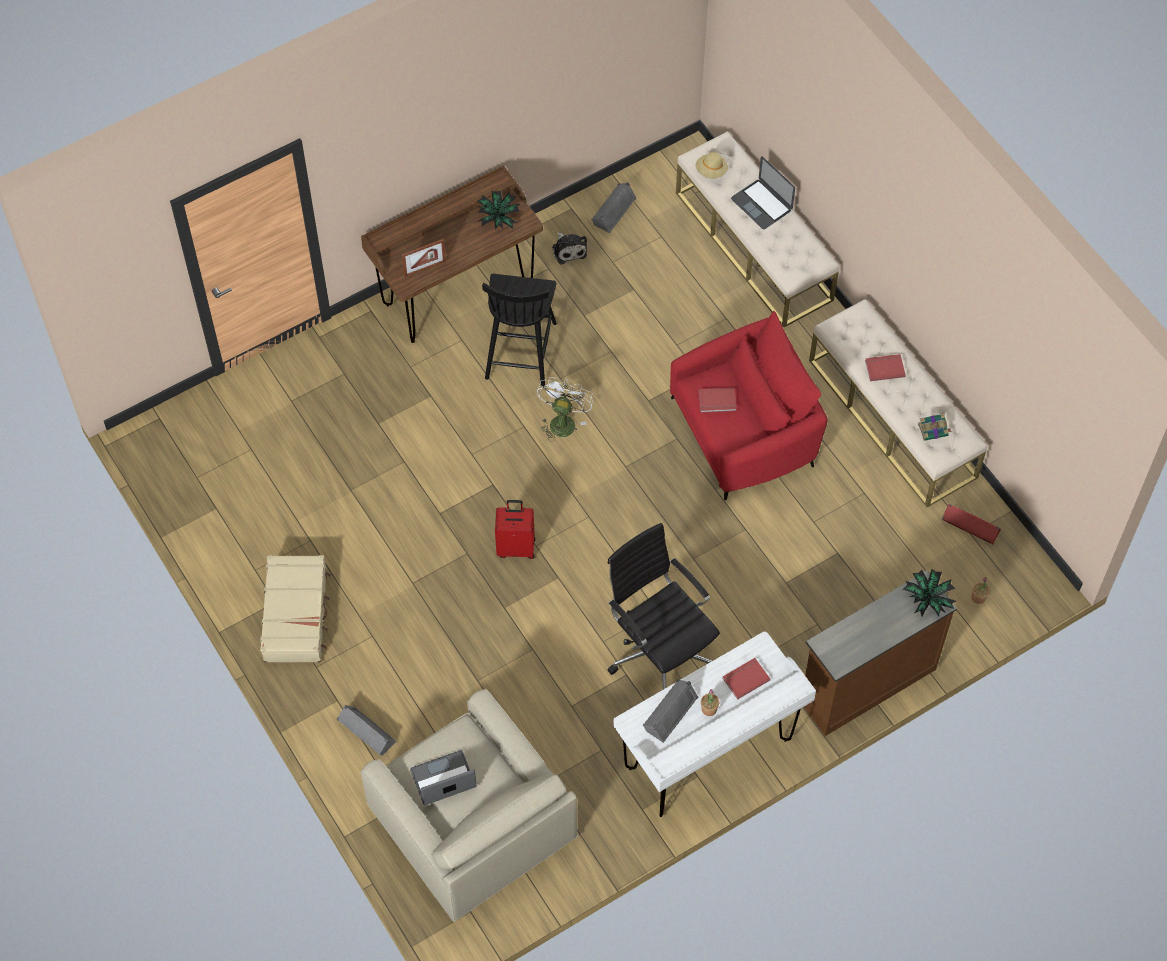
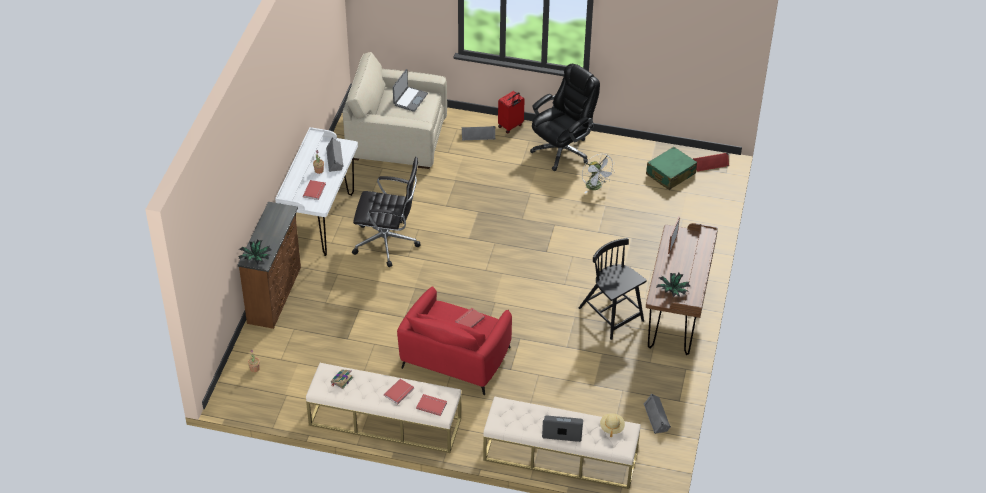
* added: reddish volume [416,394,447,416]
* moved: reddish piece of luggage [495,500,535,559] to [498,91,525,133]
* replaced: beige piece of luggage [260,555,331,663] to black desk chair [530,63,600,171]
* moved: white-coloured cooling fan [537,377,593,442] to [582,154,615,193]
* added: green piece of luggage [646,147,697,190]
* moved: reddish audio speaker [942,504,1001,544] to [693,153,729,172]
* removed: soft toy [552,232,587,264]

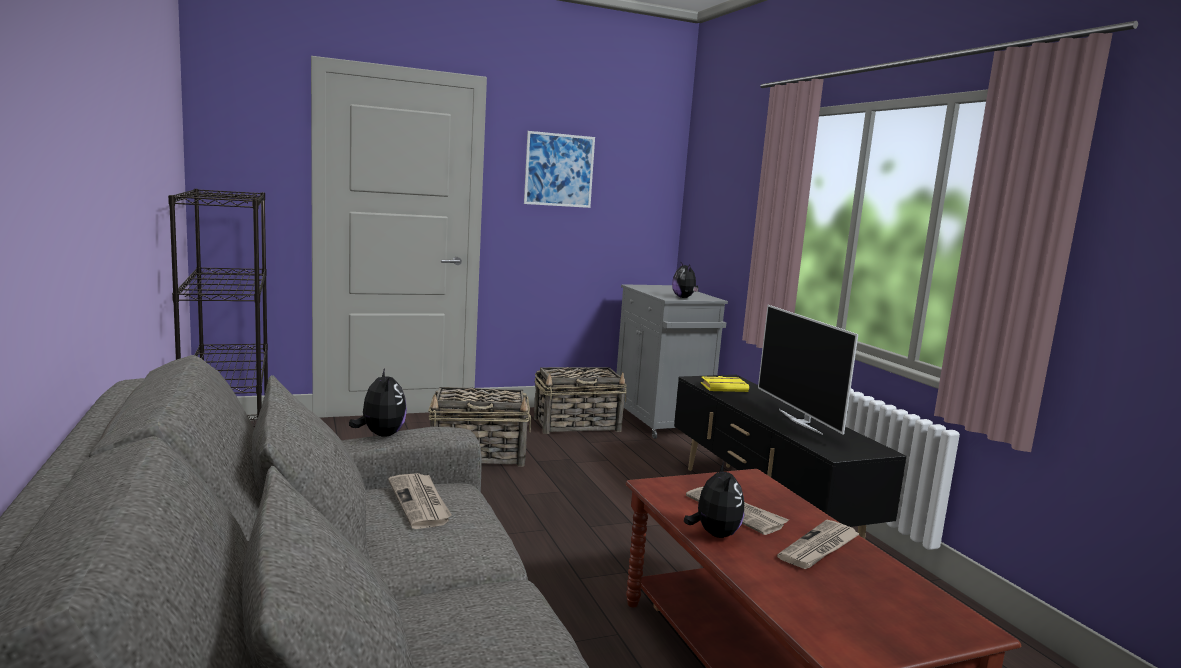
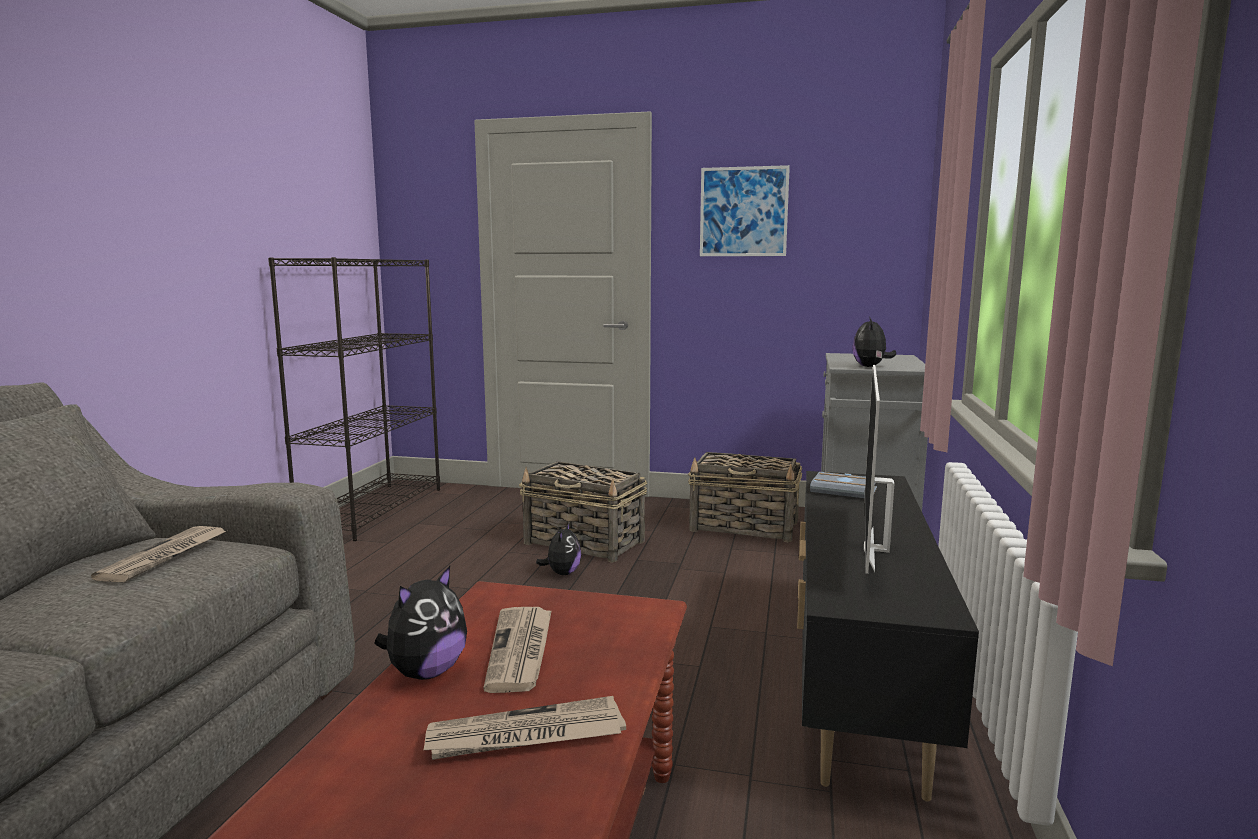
* moved: soft toy [349,368,407,437] to [536,522,581,575]
* recoloured: yellow-coloured volume [701,376,749,392] to gray volume [810,472,877,498]

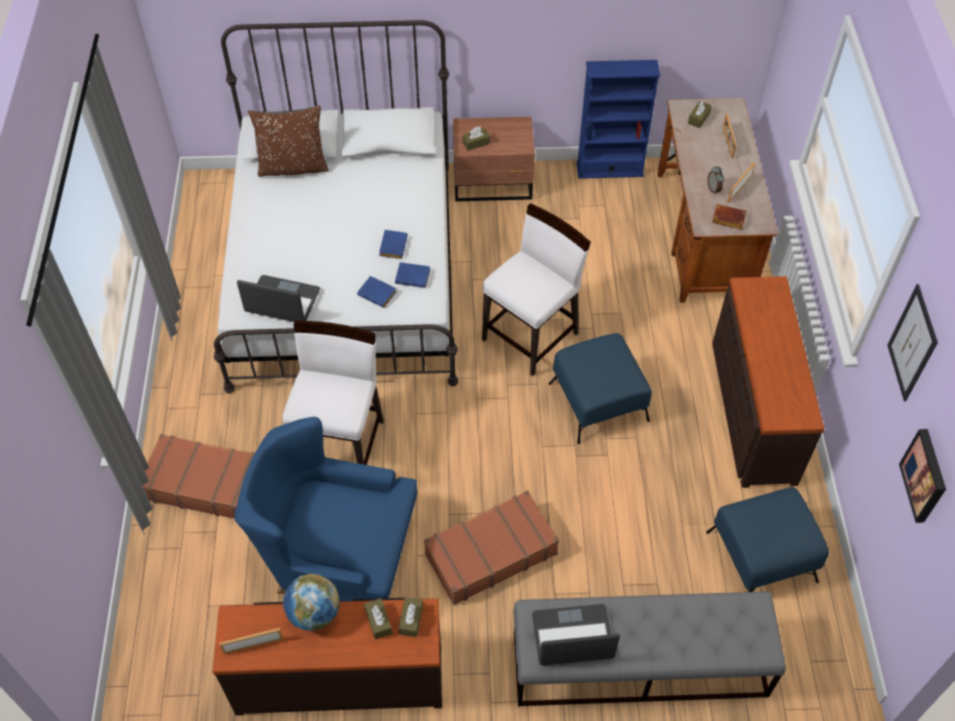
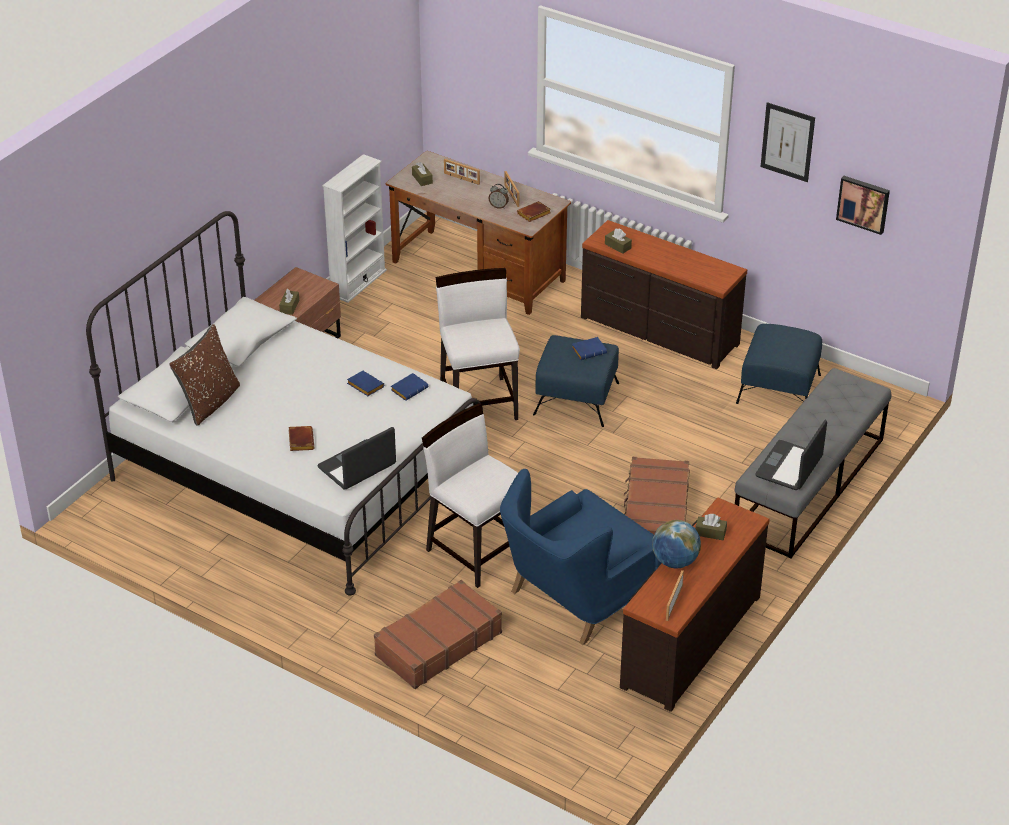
* added: brown-coloured volume [289,426,314,451]
* recoloured: bluish bookcase [576,60,660,179] to white-coloured bookcase [322,154,387,303]
* moved: bluish volume [357,276,397,308] to [572,337,607,360]
* moved: brown-coloured tissue holder [398,597,423,637] to [605,229,632,254]

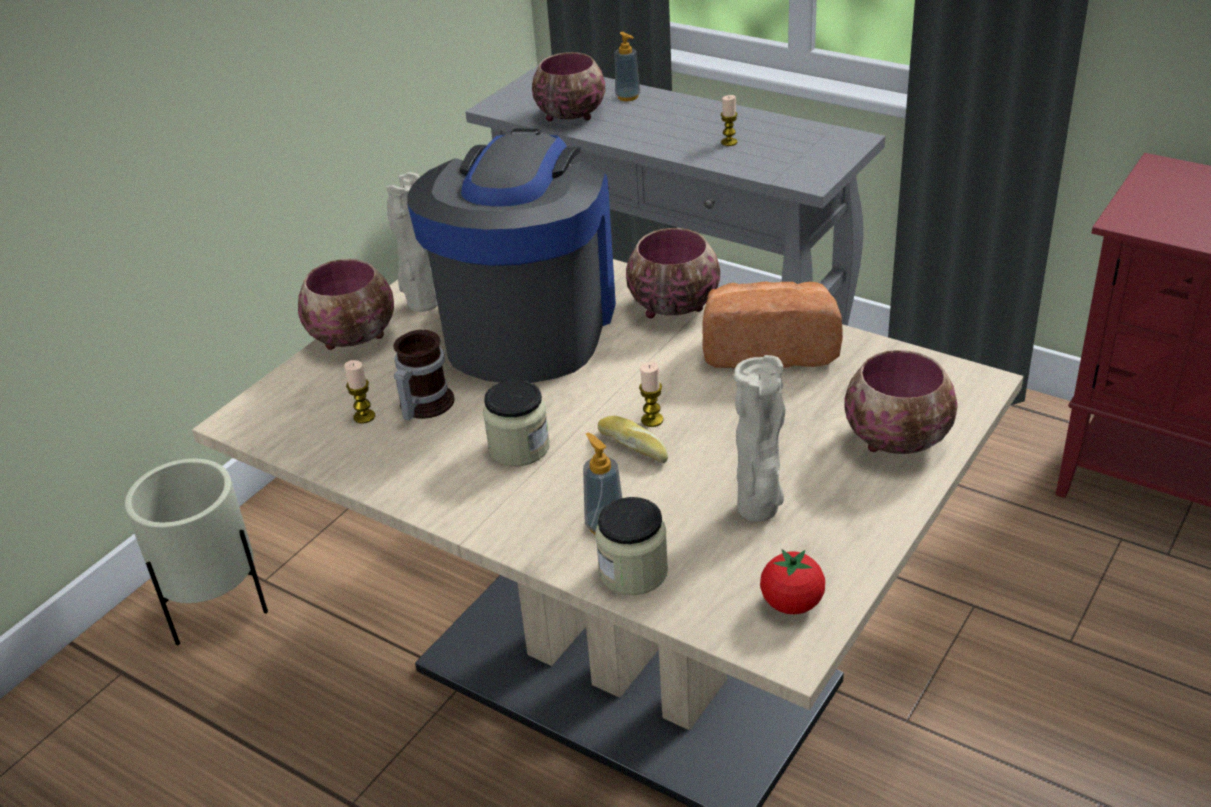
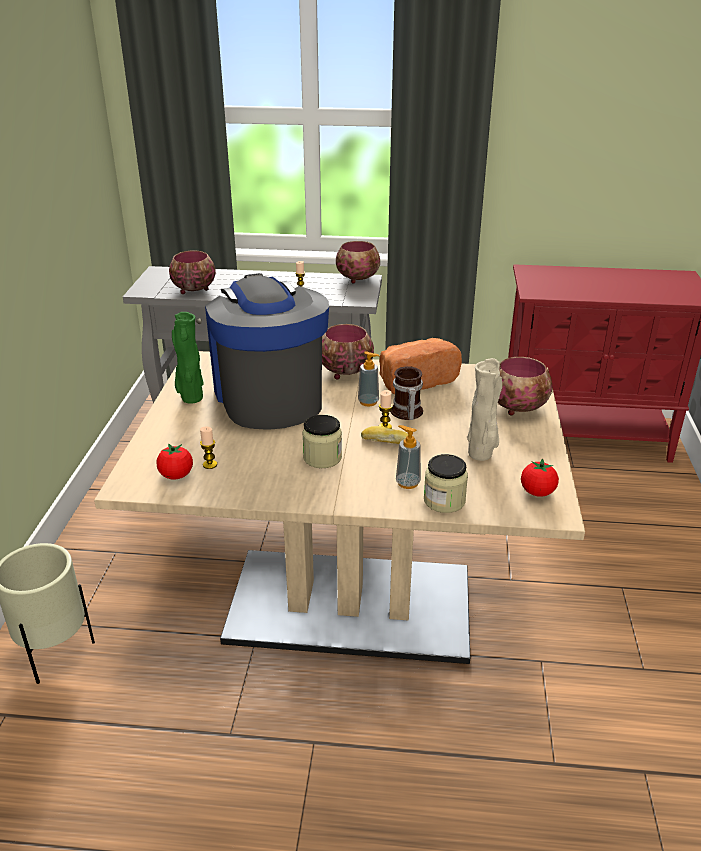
* added: fresh tomato [156,443,193,480]
* recoloured: beige flower vase [386,172,438,312] to green flower vase [172,312,204,404]
* moved: bowl [298,259,394,350] to [336,241,380,284]
* moved: soap bottle [615,32,640,101] to [358,351,380,407]
* moved: mug [393,330,455,420] to [390,366,423,420]

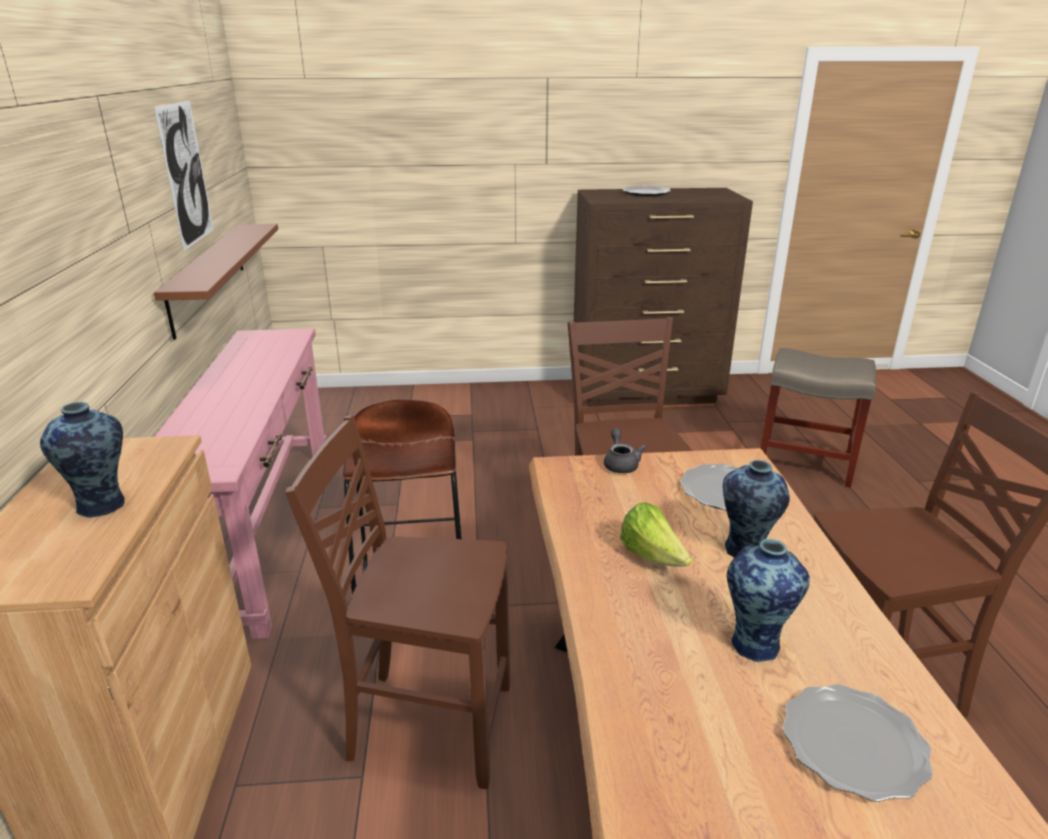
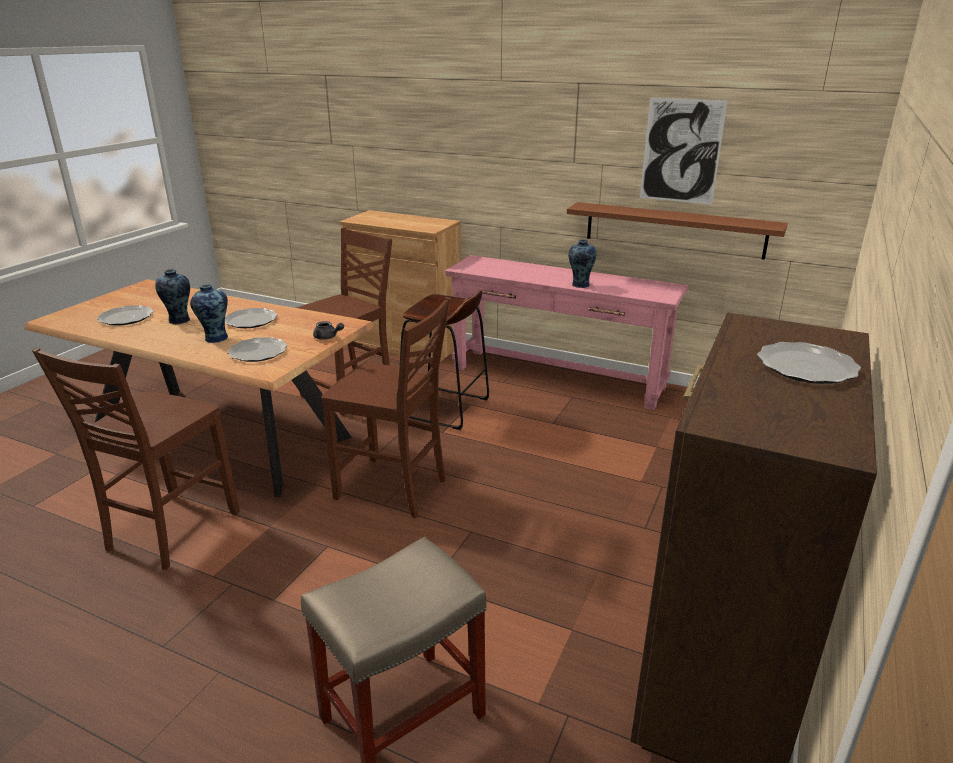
* replaced: head of lettuce [620,502,692,567] to flat dish [225,308,278,328]
* moved: flower vase [40,402,125,518] to [568,239,596,288]

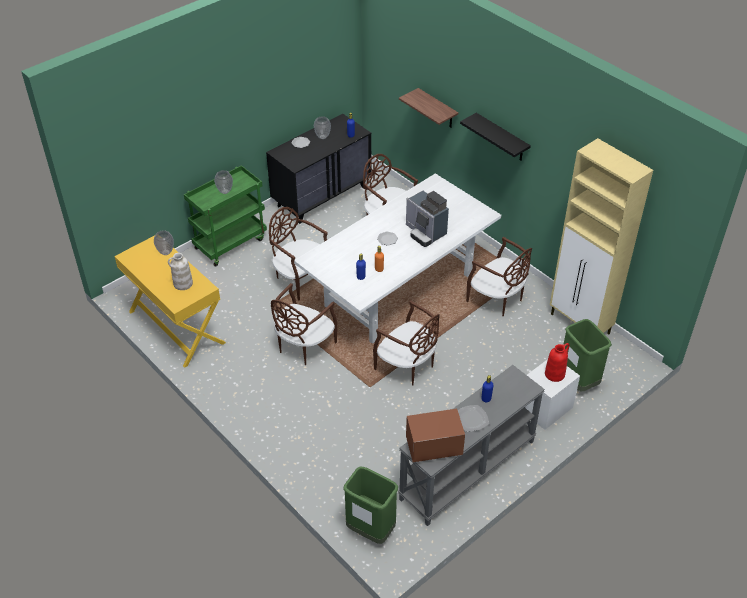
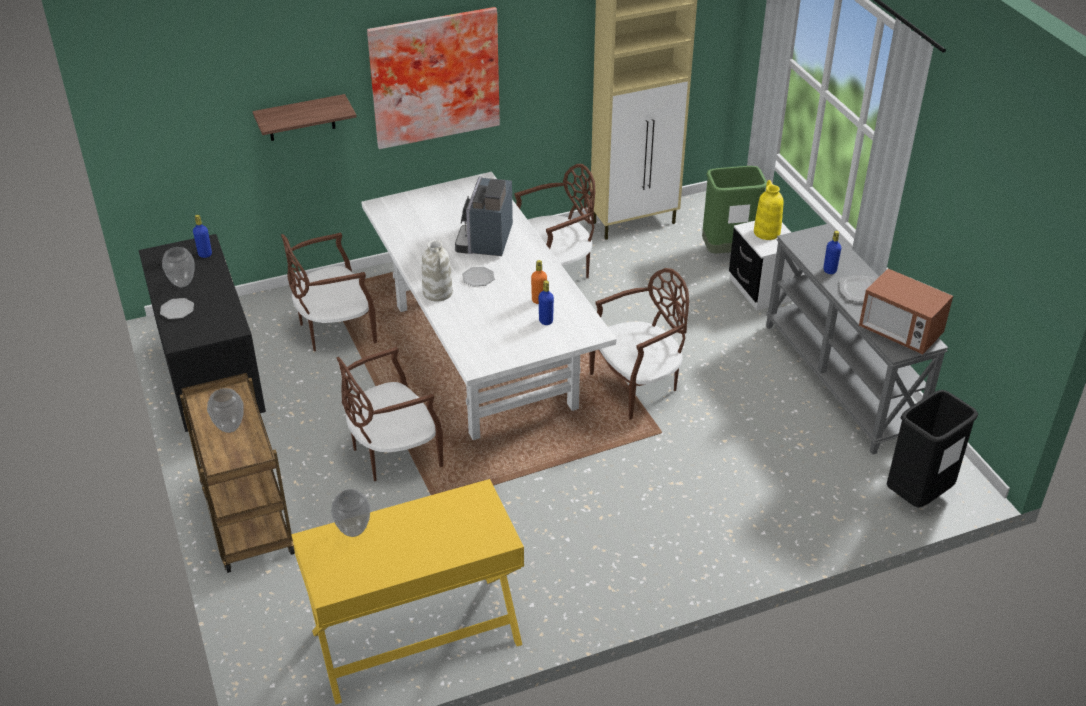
* recoloured: green trolley [184,165,267,267] to brown-coloured trolley [180,373,295,573]
* replaced: black wall shelf [460,113,531,161] to wall art [367,7,500,149]
* moved: white-coloured flower vase [168,253,193,290] to [422,240,453,301]
* turned: coffee machine [406,191,449,247] = [455,176,513,256] 120 degrees clockwise
* recoloured: reddish flower vase [545,343,570,382] to yellow-coloured flower vase [754,180,783,240]
* turned: microwave oven [406,409,465,462] = [859,268,953,354] 60 degrees counterclockwise
* recoloured: green waste bin [343,466,398,544] to black waste bin [887,390,978,508]
* removed: brown-coloured upright chair [271,283,337,365]

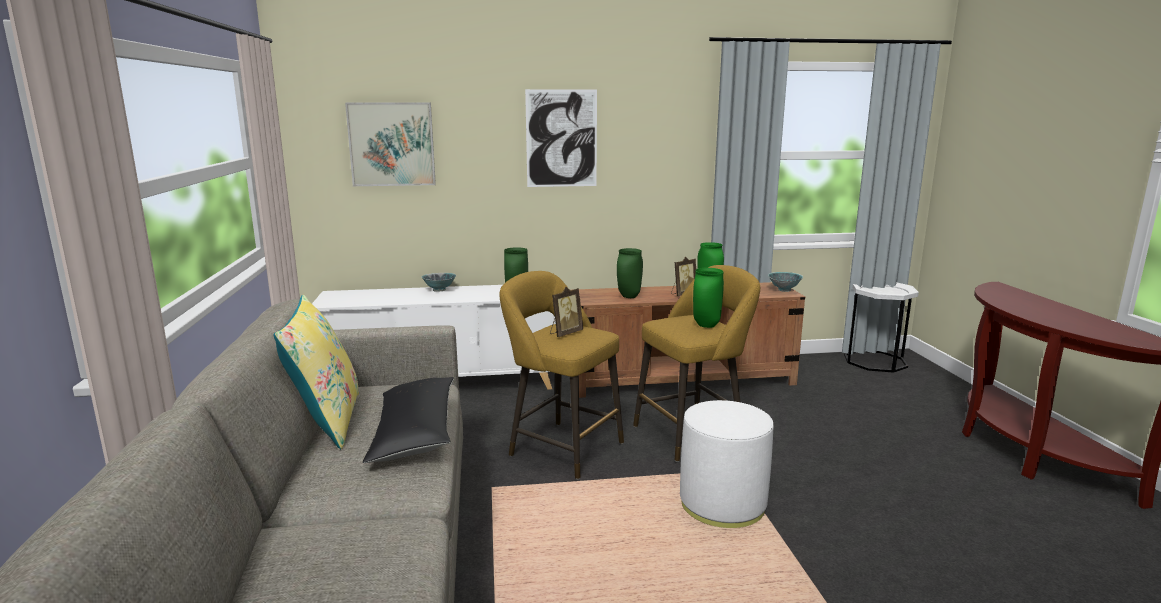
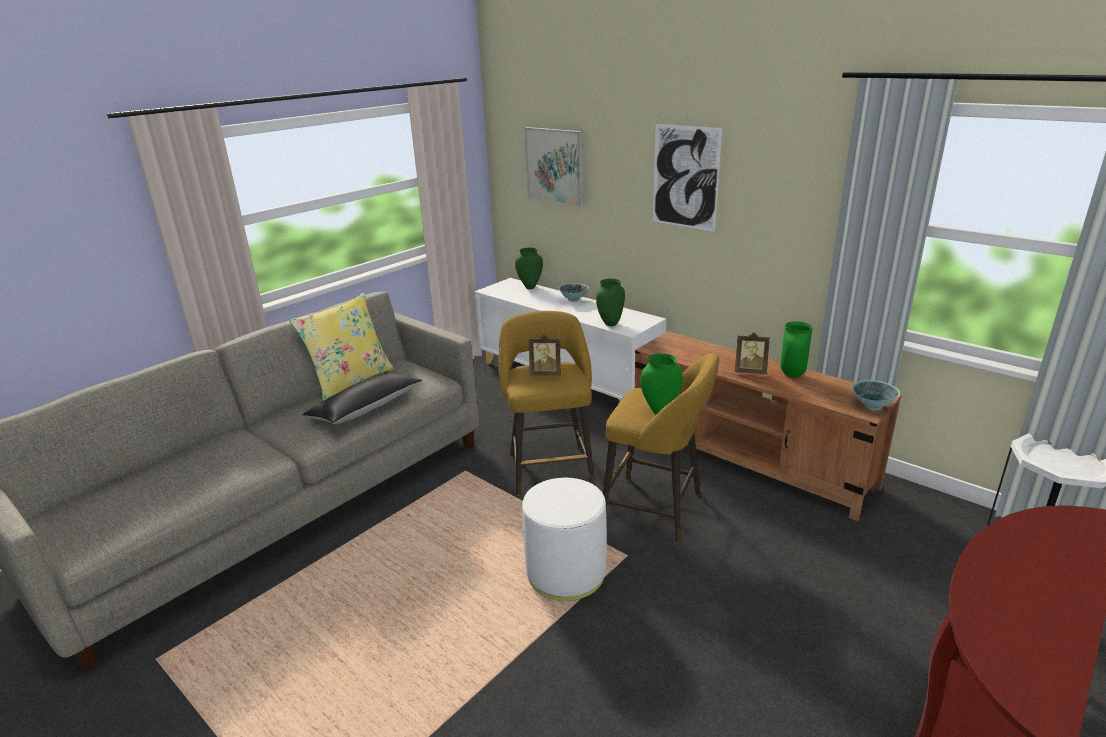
* moved: green flower vase [617,248,643,298] to [515,248,543,289]

